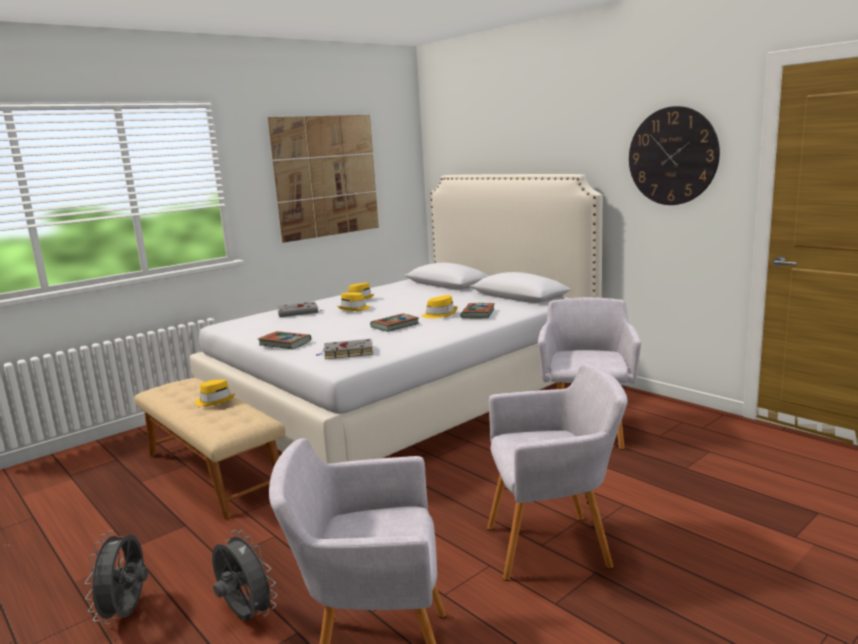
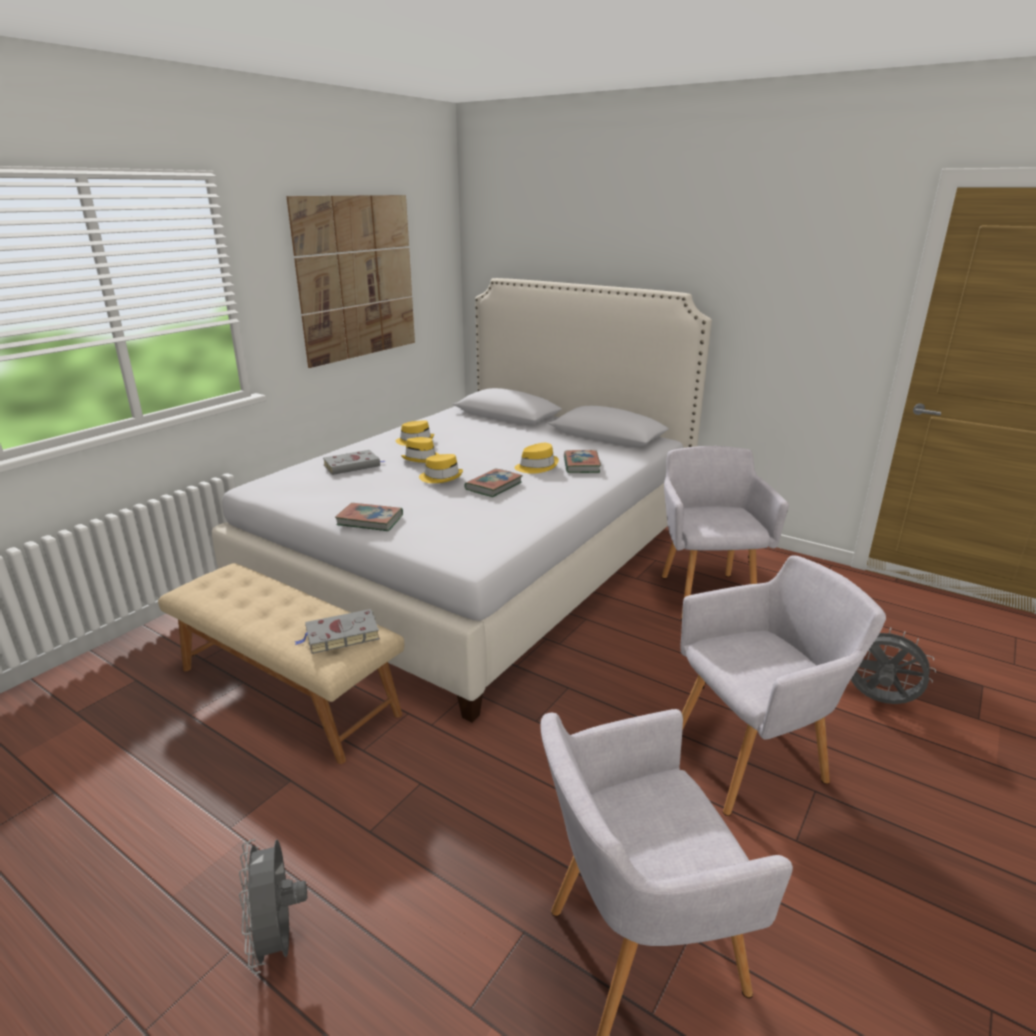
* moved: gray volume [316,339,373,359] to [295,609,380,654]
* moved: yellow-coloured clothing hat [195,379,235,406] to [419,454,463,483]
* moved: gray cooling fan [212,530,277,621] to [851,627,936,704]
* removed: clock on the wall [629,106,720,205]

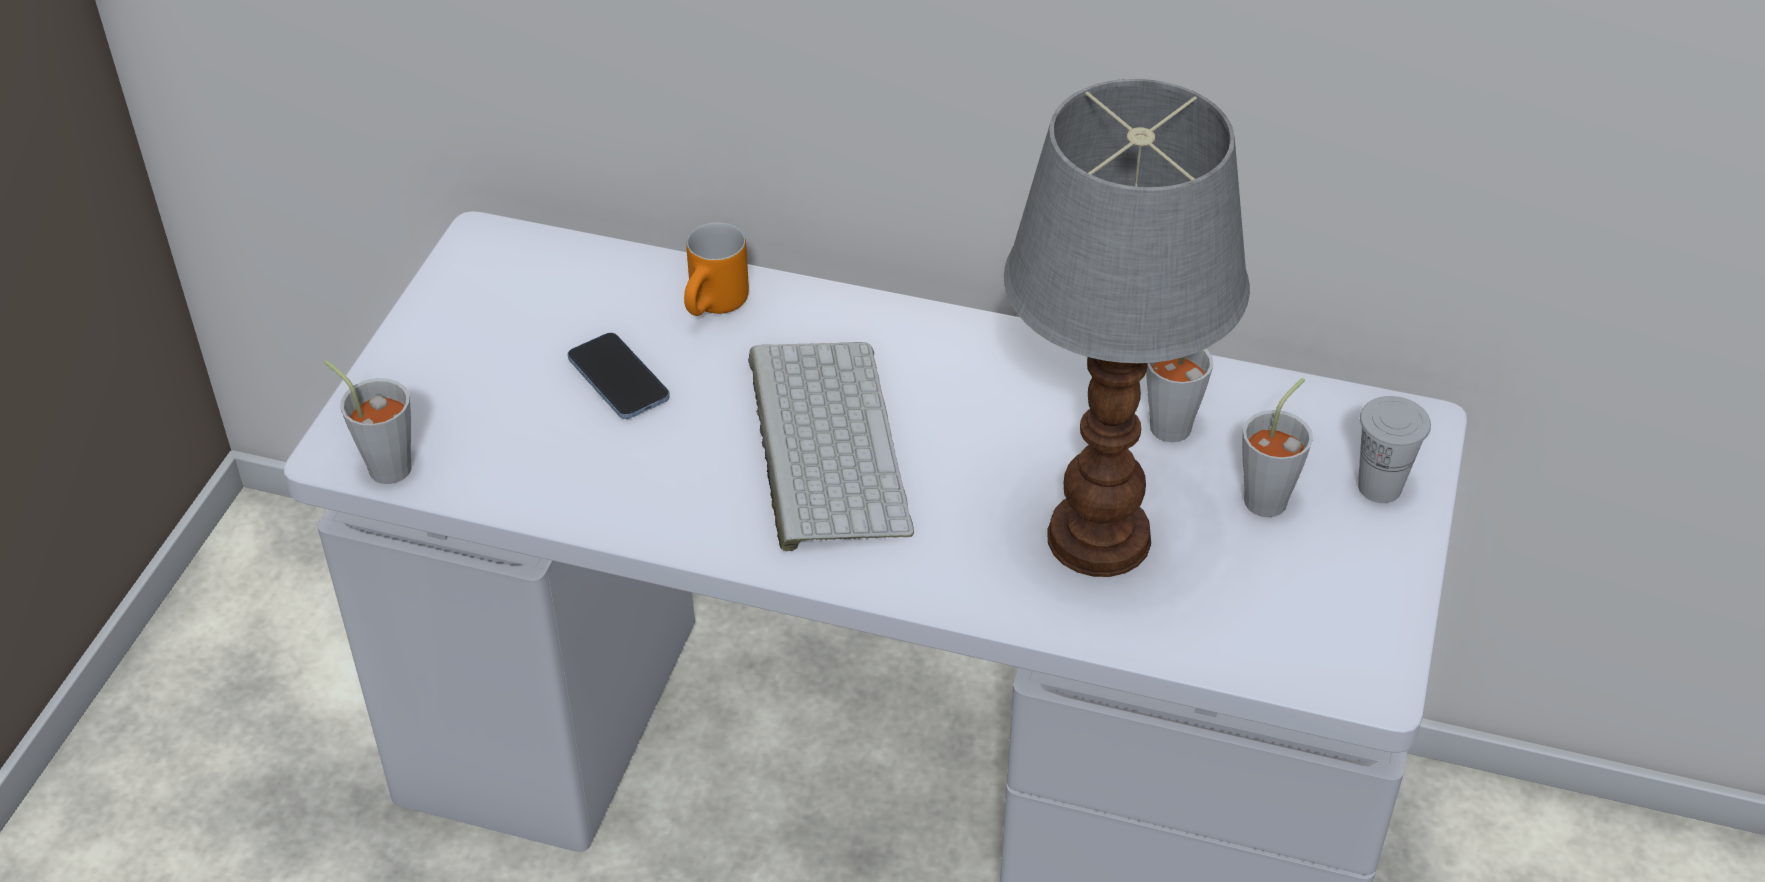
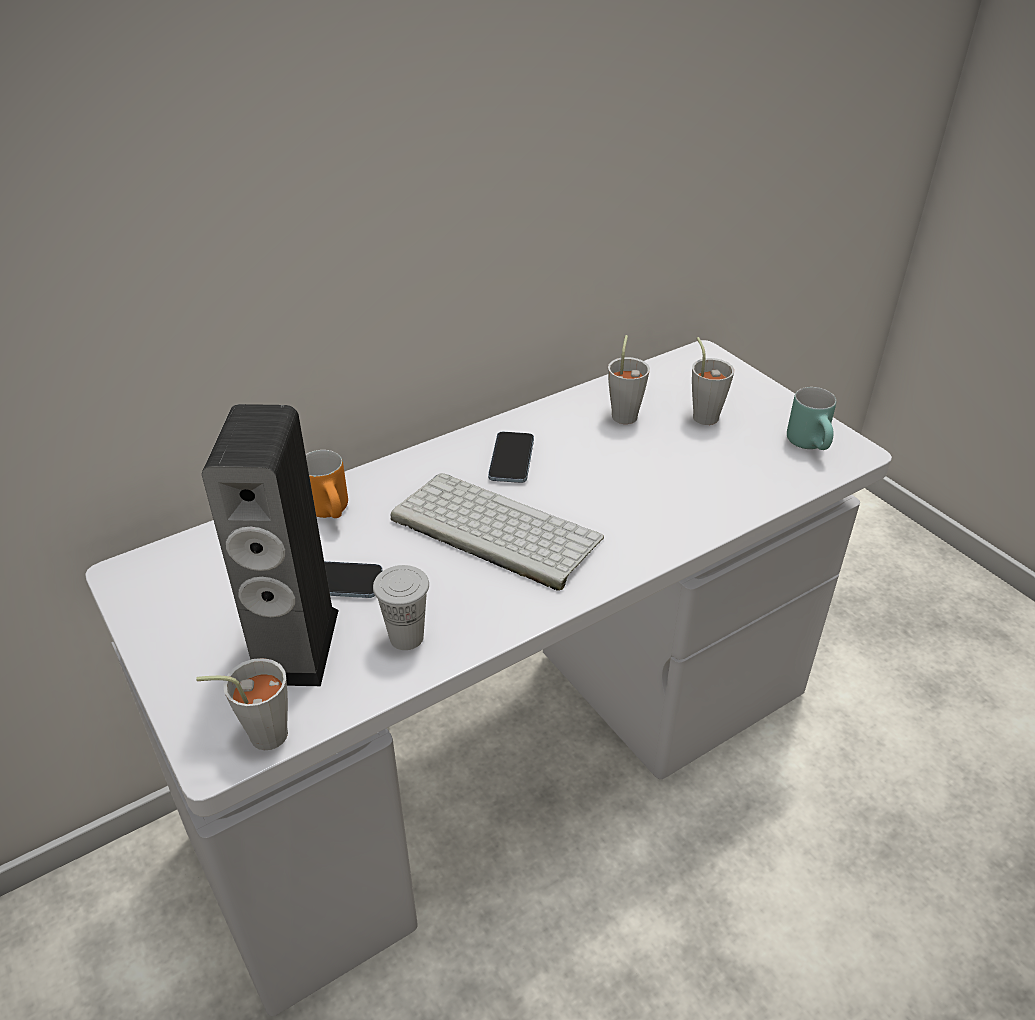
* added: audio speaker [202,404,339,686]
* moved: white-coloured cup [1358,396,1431,503] to [373,565,429,650]
* added: phone [488,432,534,483]
* added: blue-green mug [787,387,836,450]
* removed: table lamp [1004,79,1250,577]

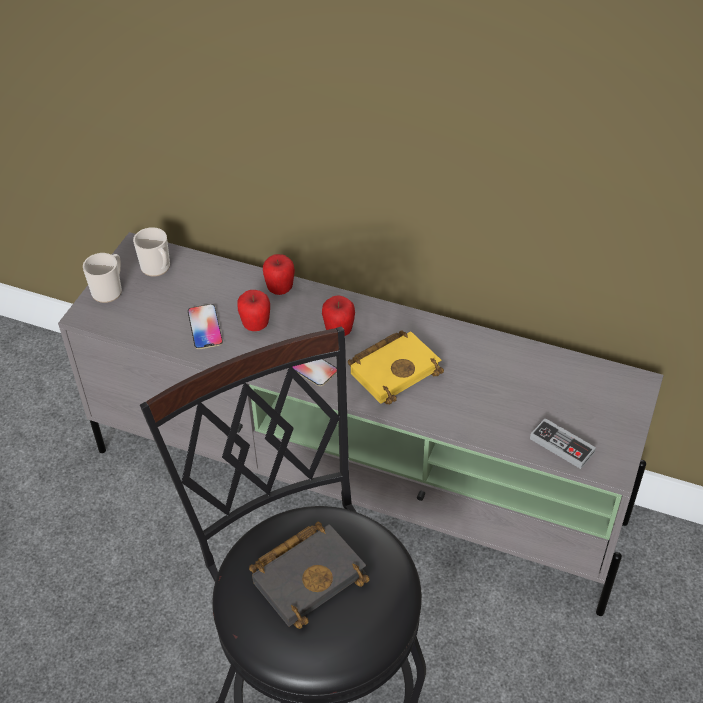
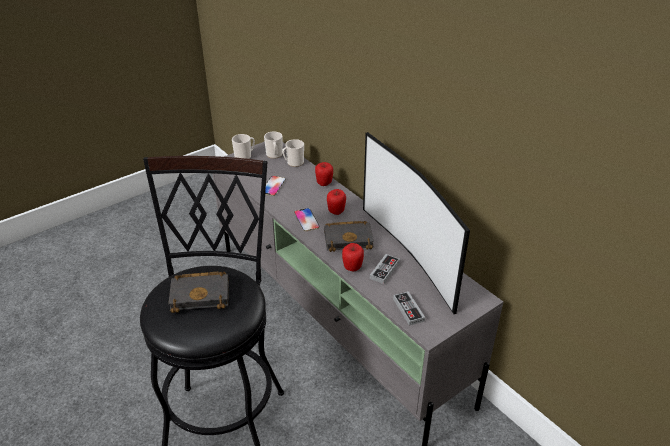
* added: mug [282,139,304,167]
* recoloured: yellow-coloured volume [348,330,444,404] to black volume [324,221,374,252]
* moved: whole apple [237,290,270,331] to [342,243,364,272]
* added: TV set [363,132,470,314]
* added: gamepad [370,254,400,284]

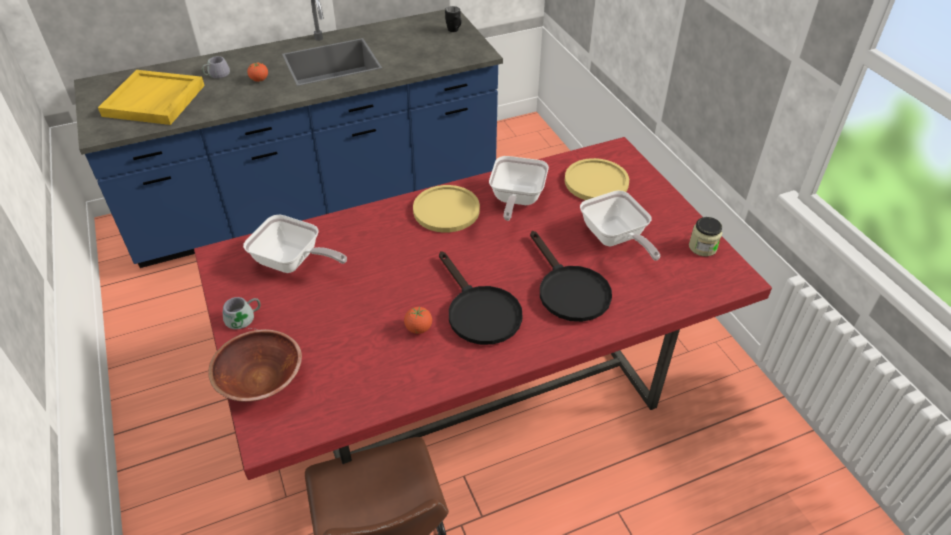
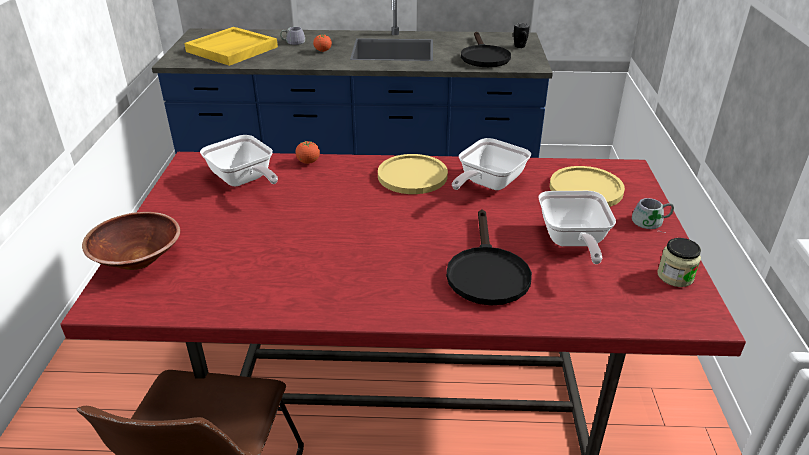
* moved: fresh tomato [404,307,432,334] to [295,141,320,164]
* moved: black pan [439,251,523,345] to [461,32,511,67]
* moved: gray mug [223,297,261,330] to [632,198,674,234]

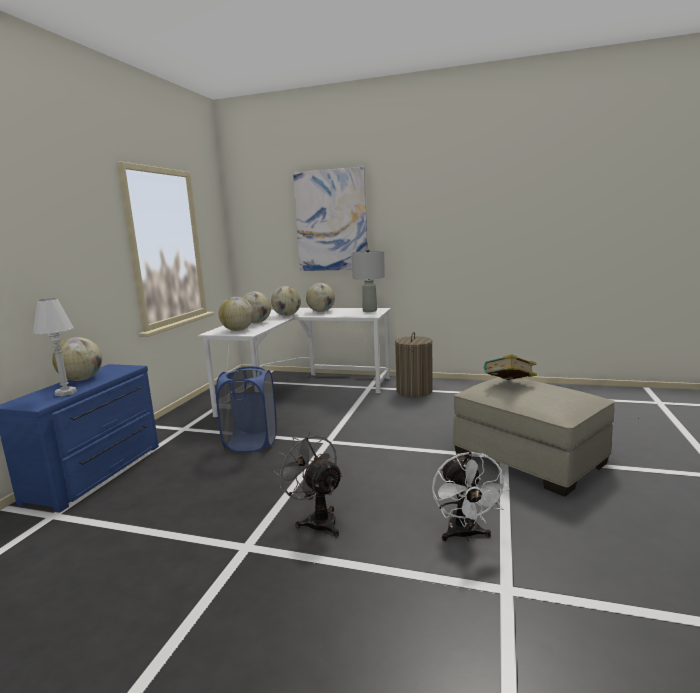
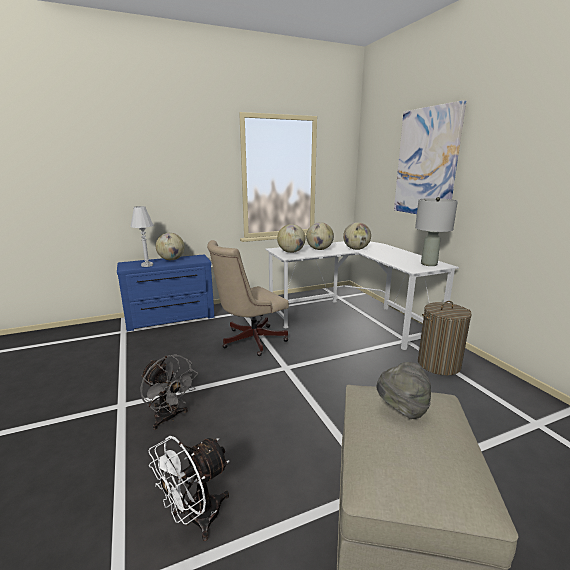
* turned: gray cooling fan [274,432,343,536] = [140,354,198,430] 120 degrees clockwise
* replaced: bluish washing basket [216,366,276,453] to beige desk chair [207,240,289,356]
* replaced: volume [484,354,537,380] to gray clothing hat [377,362,431,419]
* removed: world globe [306,283,335,312]

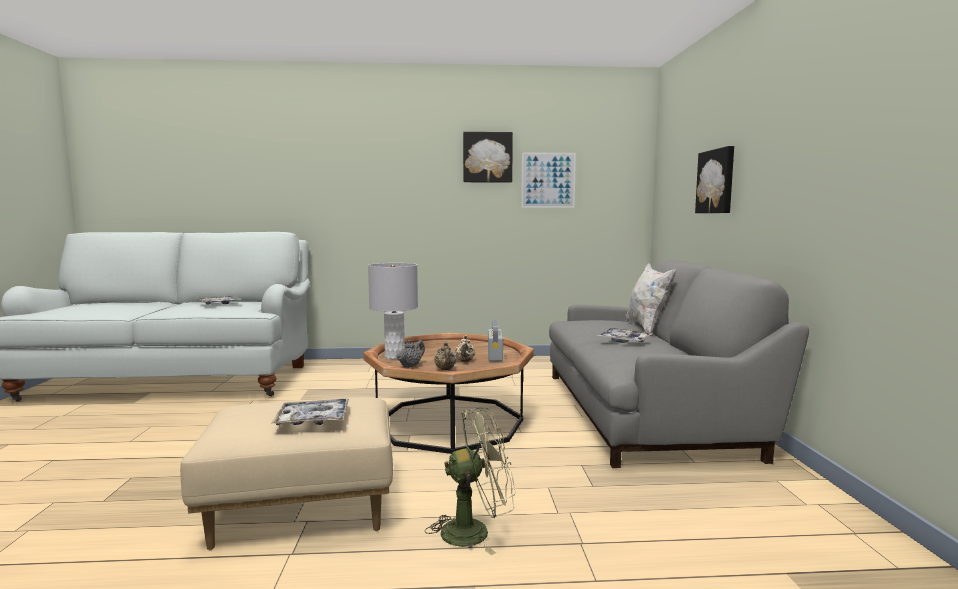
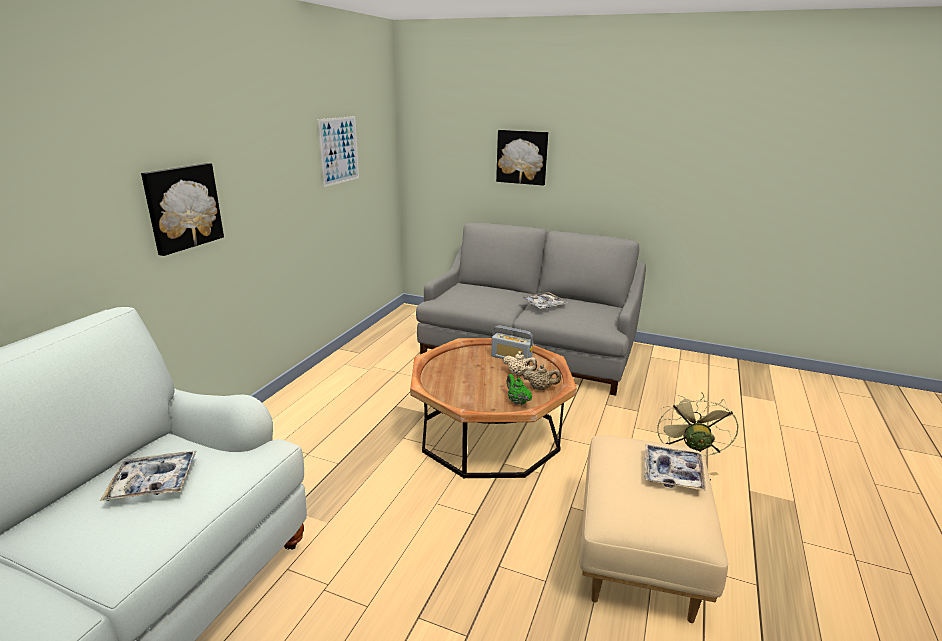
* moved: wall art [463,132,513,183] to [141,163,224,256]
* recoloured: gray tea pot [397,339,425,368] to green tea pot [507,374,532,405]
* removed: gray table lamp [368,263,418,359]
* removed: white-coloured cushion [626,264,676,333]

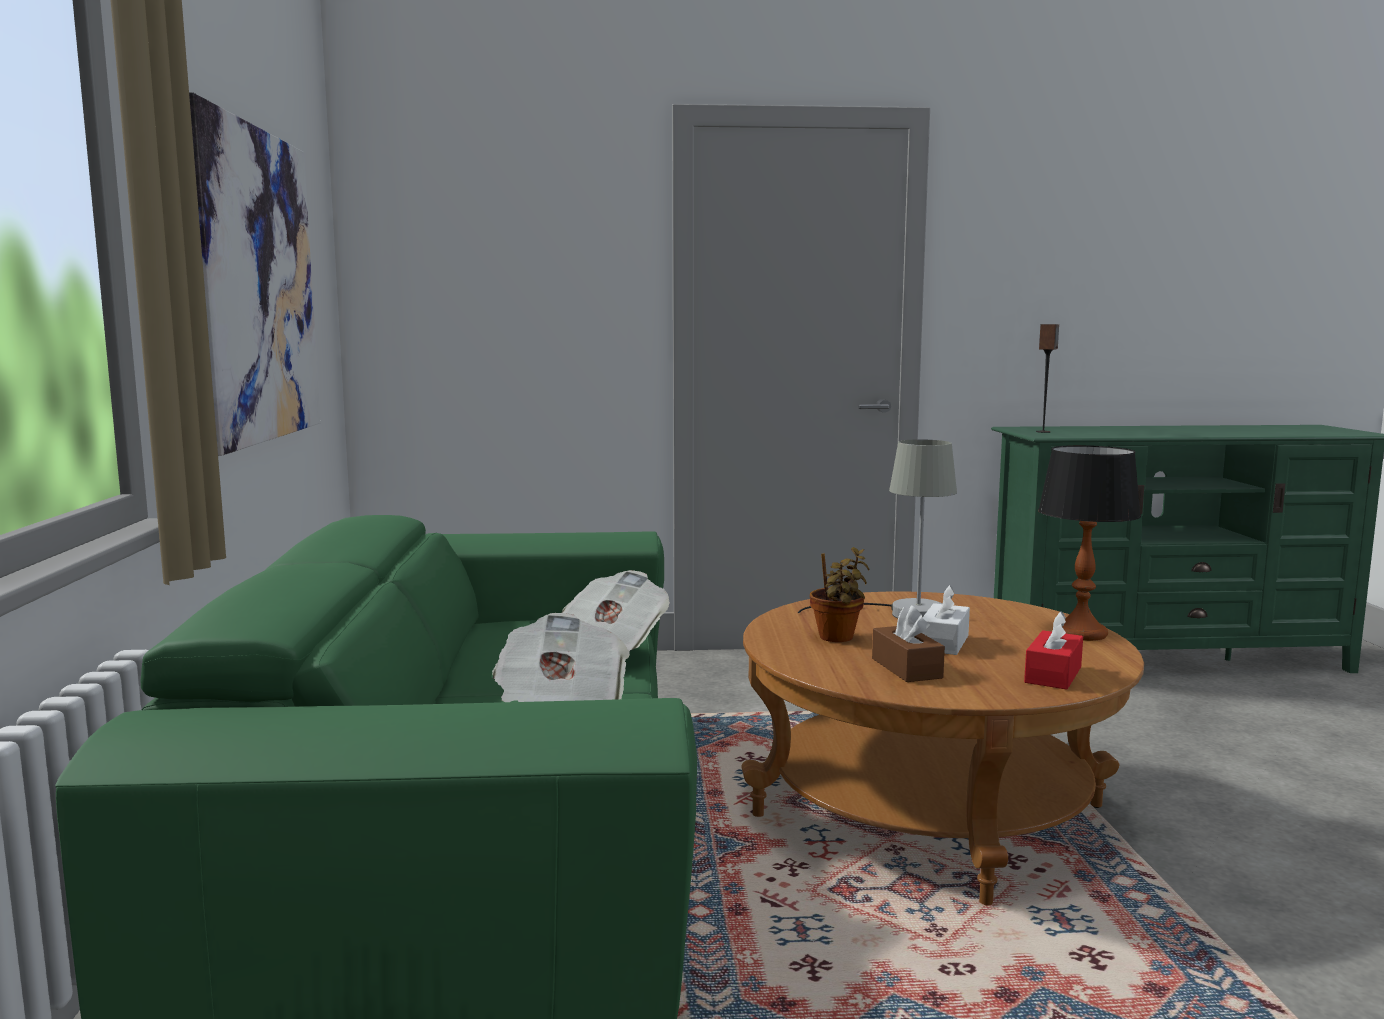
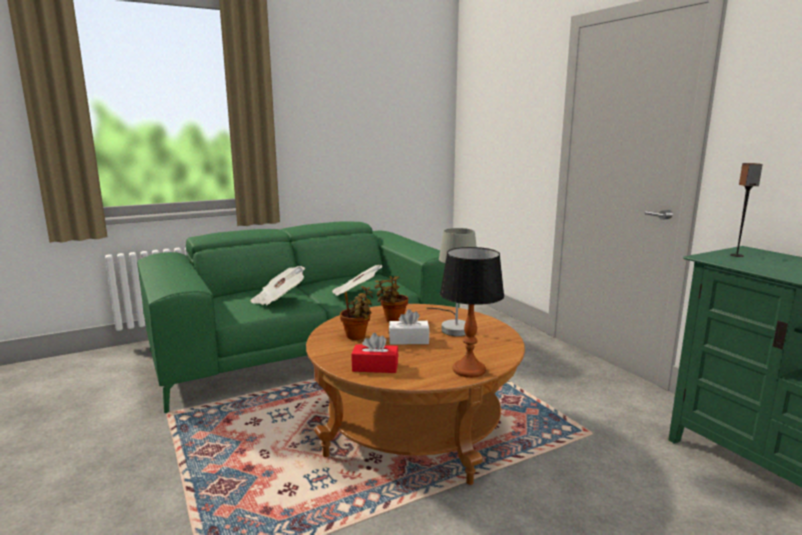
* replaced: brown-coloured tissue holder [872,605,945,682] to houseplant [340,286,373,340]
* removed: wall art [189,92,321,456]

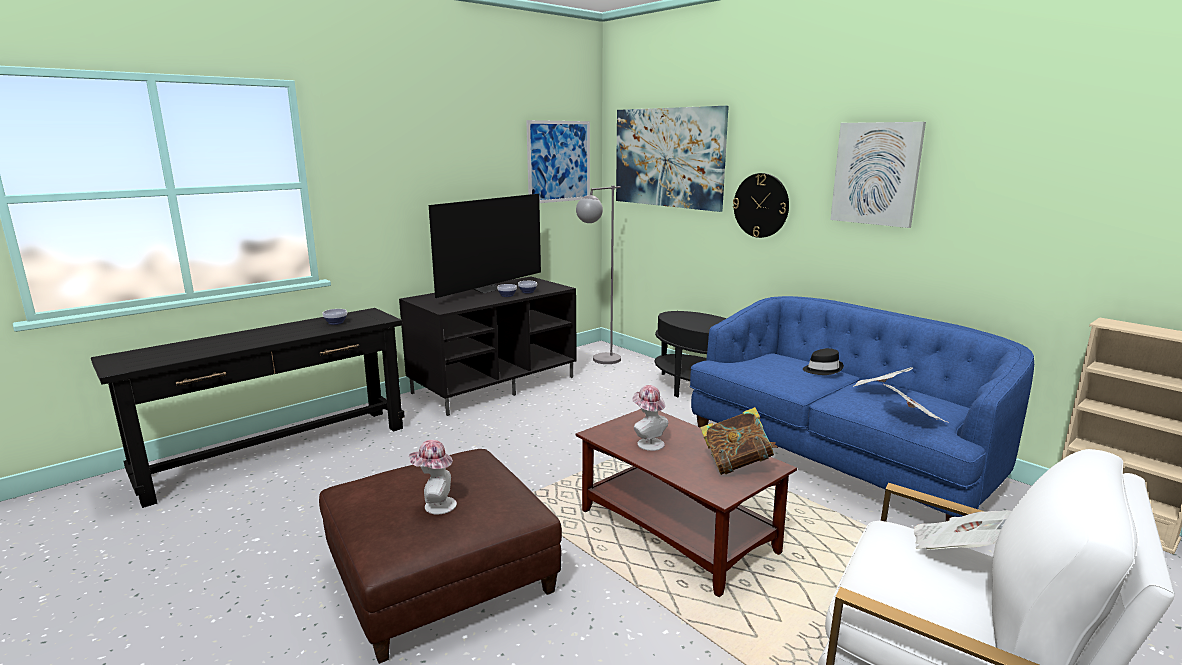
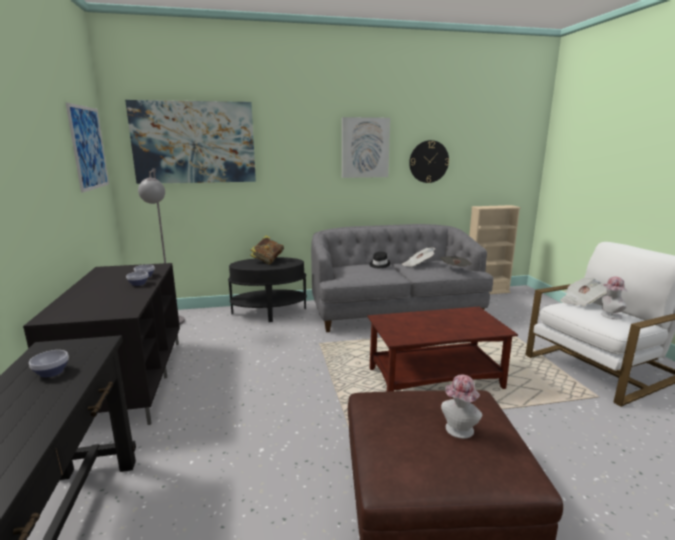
* moved: volume [700,407,778,475] to [250,235,284,264]
* recoloured: bluish sofa [690,296,1034,521] to gray sofa [311,224,493,332]
* moved: clock on the wall [733,173,789,238] to [409,140,449,183]
* moved: clothing hat [633,385,668,451] to [601,277,628,319]
* removed: TV set [429,194,541,298]

